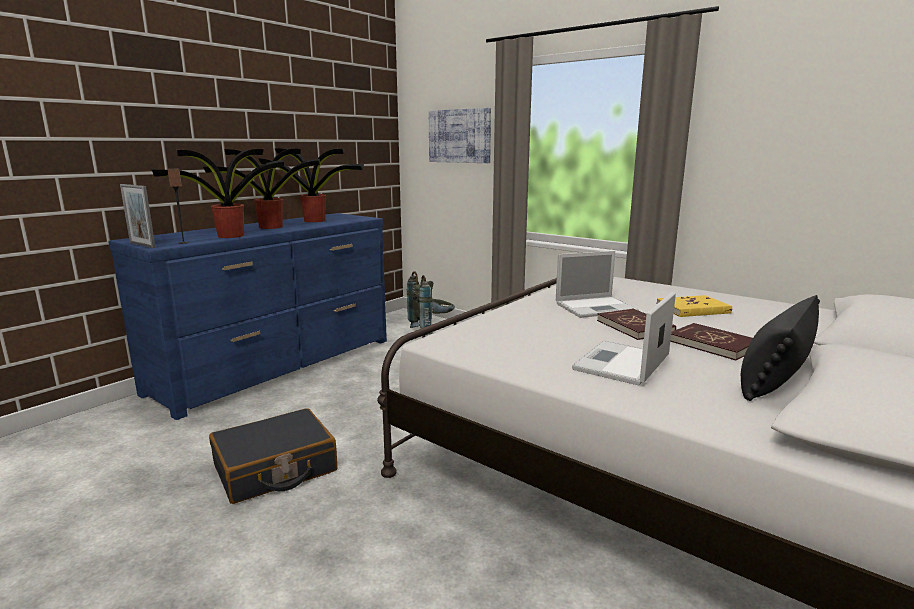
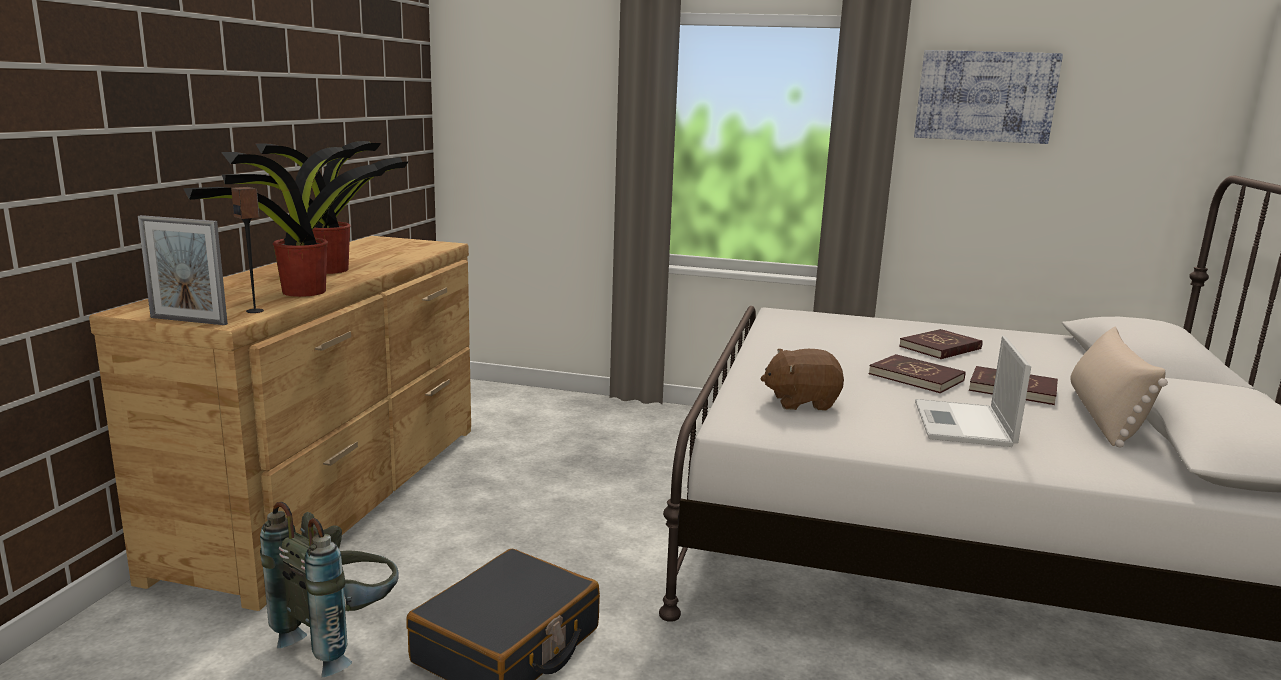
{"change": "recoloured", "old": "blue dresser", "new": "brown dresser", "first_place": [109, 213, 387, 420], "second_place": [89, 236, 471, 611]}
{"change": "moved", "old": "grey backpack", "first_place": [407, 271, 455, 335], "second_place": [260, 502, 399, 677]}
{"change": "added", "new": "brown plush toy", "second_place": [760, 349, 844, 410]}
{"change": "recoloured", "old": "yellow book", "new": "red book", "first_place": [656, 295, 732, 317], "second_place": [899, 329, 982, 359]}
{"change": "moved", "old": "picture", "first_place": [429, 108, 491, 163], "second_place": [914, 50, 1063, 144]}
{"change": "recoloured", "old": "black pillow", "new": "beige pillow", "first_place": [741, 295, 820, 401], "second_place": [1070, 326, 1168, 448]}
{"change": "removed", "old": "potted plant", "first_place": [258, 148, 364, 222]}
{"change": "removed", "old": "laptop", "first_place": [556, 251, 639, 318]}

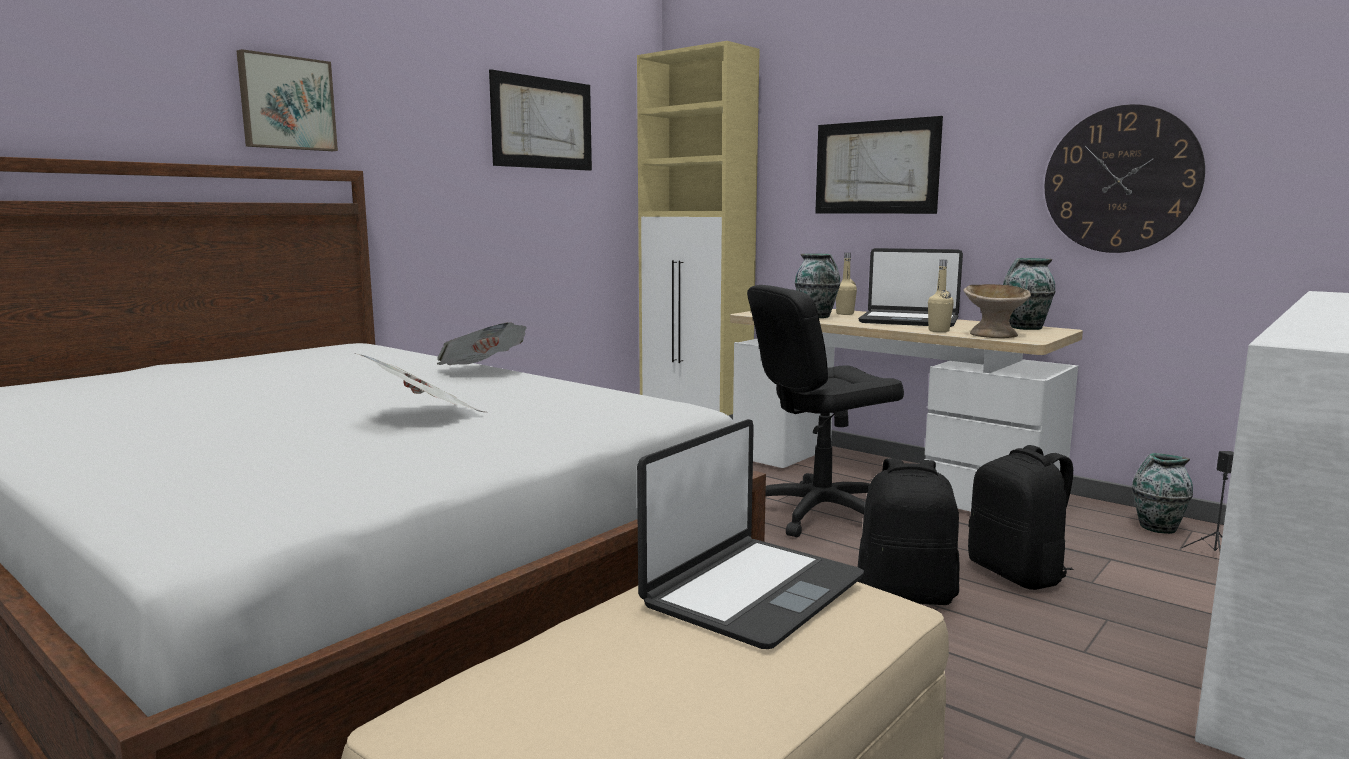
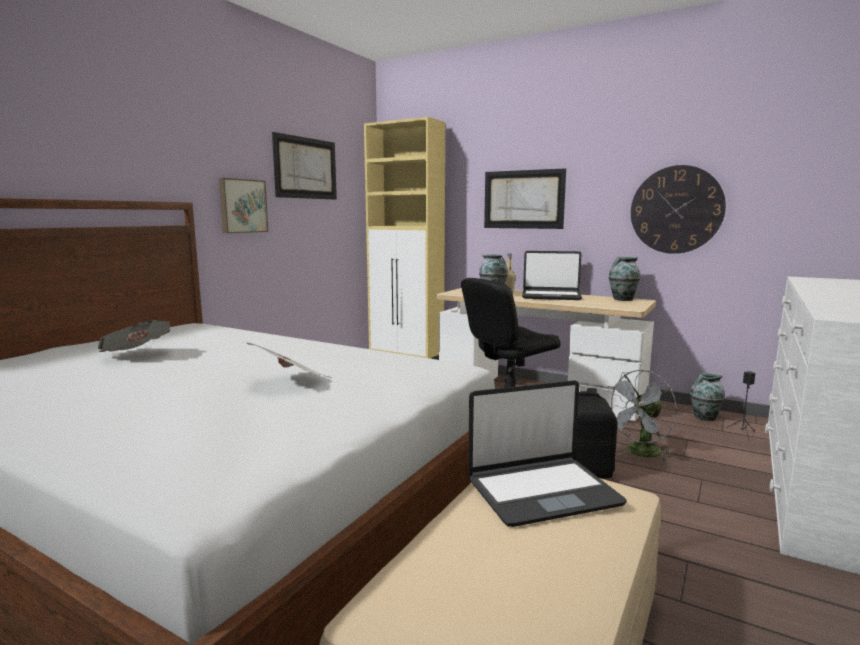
{"change": "moved", "old": "newspaper", "first_place": [437, 322, 527, 365], "second_place": [98, 320, 170, 352]}
{"change": "moved", "old": "picture", "first_place": [237, 49, 338, 151], "second_place": [219, 178, 268, 233]}
{"change": "turned", "old": "laptop", "first_place": [637, 419, 864, 649], "second_place": [468, 380, 627, 527], "degrees": 45}
{"change": "replaced", "old": "black backpack", "new": "grey fan", "first_place": [968, 445, 1073, 590], "second_place": [608, 370, 677, 462]}
{"change": "removed", "old": "beige bottle", "first_place": [928, 260, 954, 332]}
{"change": "removed", "old": "beige bowl", "first_place": [963, 284, 1031, 338]}

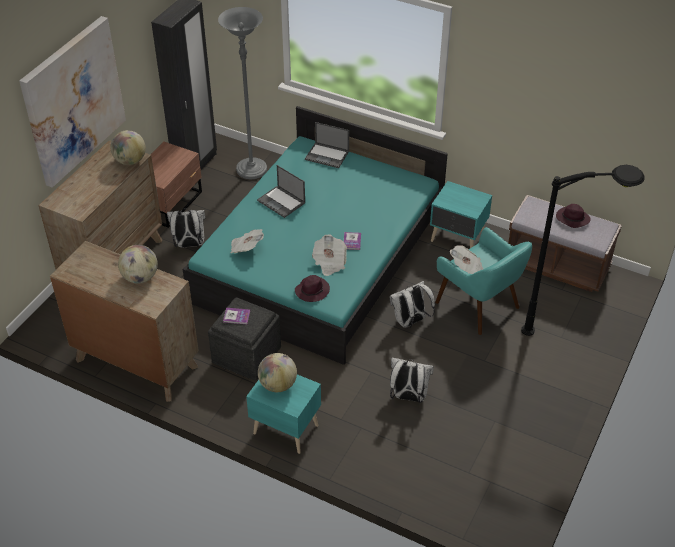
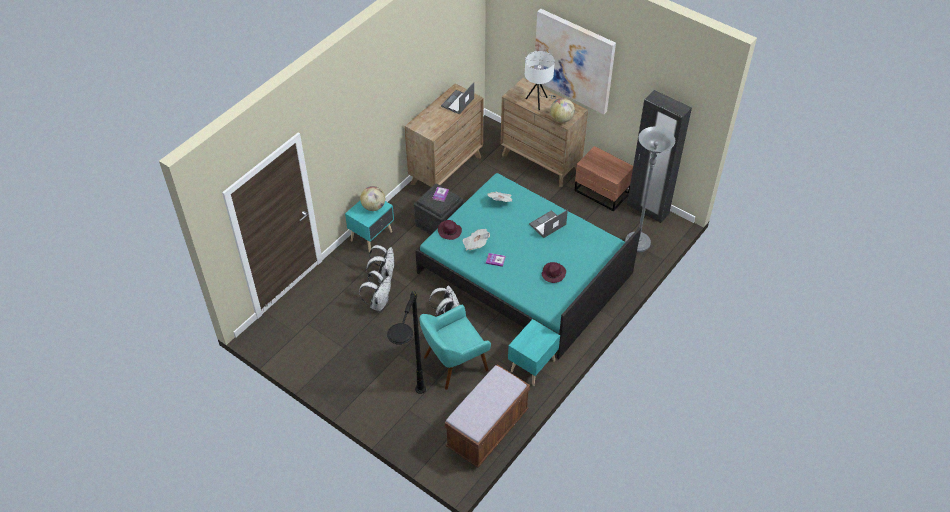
{"change": "moved", "old": "white backpack", "first_place": [167, 208, 206, 248], "second_place": [366, 245, 394, 283]}
{"change": "moved", "old": "laptop", "first_place": [305, 122, 349, 168], "second_place": [441, 83, 474, 114]}
{"change": "added", "new": "white table lamp", "second_place": [525, 51, 556, 111]}
{"change": "moved", "old": "purple hat", "first_place": [556, 204, 591, 228], "second_place": [542, 262, 566, 283]}
{"change": "removed", "old": "globe", "first_place": [118, 245, 158, 284]}
{"change": "removed", "old": "newspaper", "first_place": [450, 245, 483, 274]}

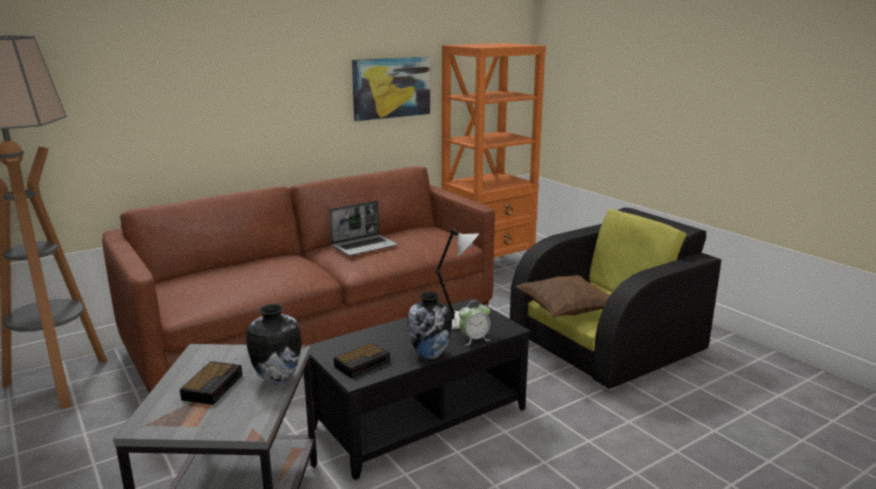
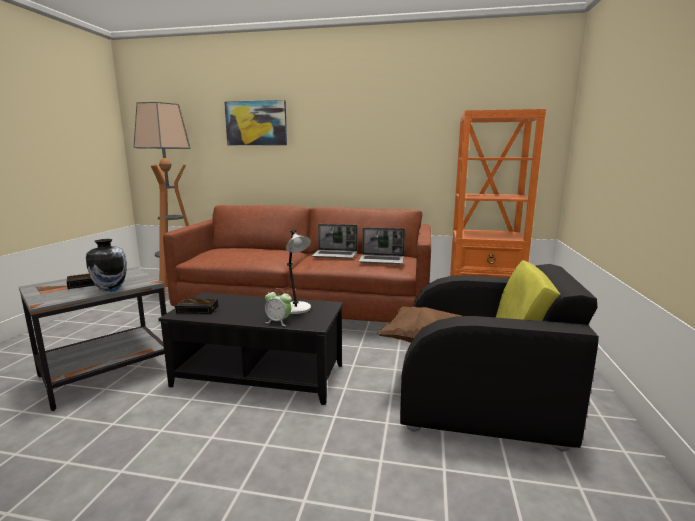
{"change": "moved", "old": "picture", "first_place": [352, 56, 430, 121], "second_place": [224, 100, 287, 145]}
{"change": "added", "new": "laptop", "second_place": [358, 227, 405, 264]}
{"change": "removed", "old": "vase", "first_place": [408, 292, 452, 359]}

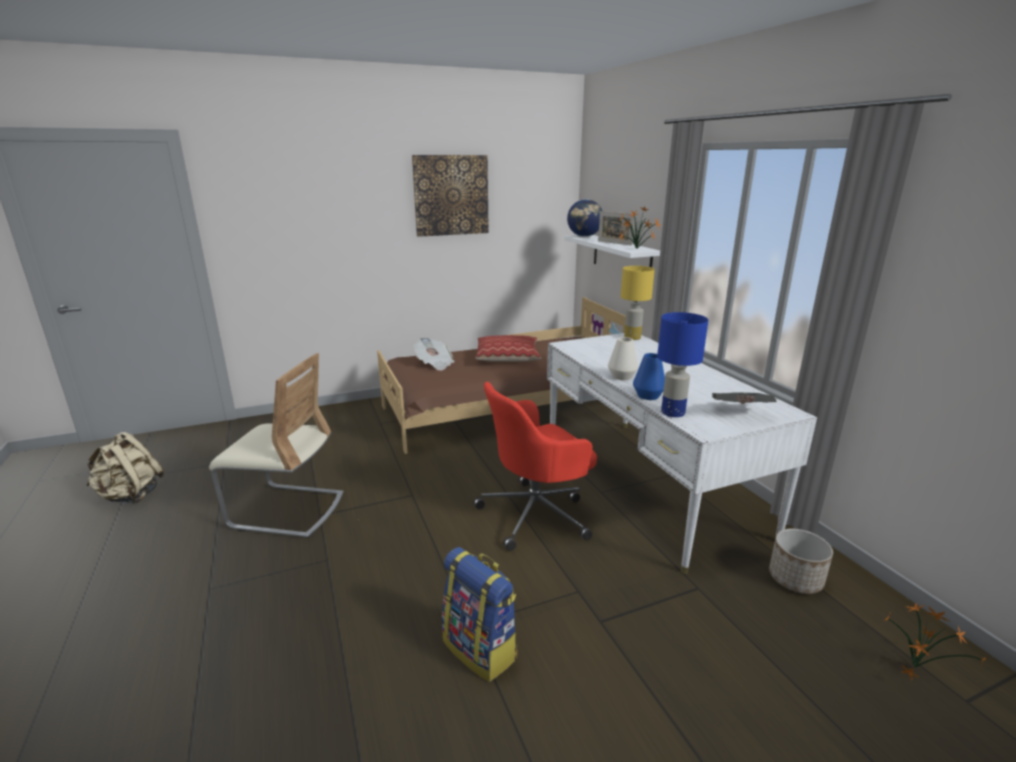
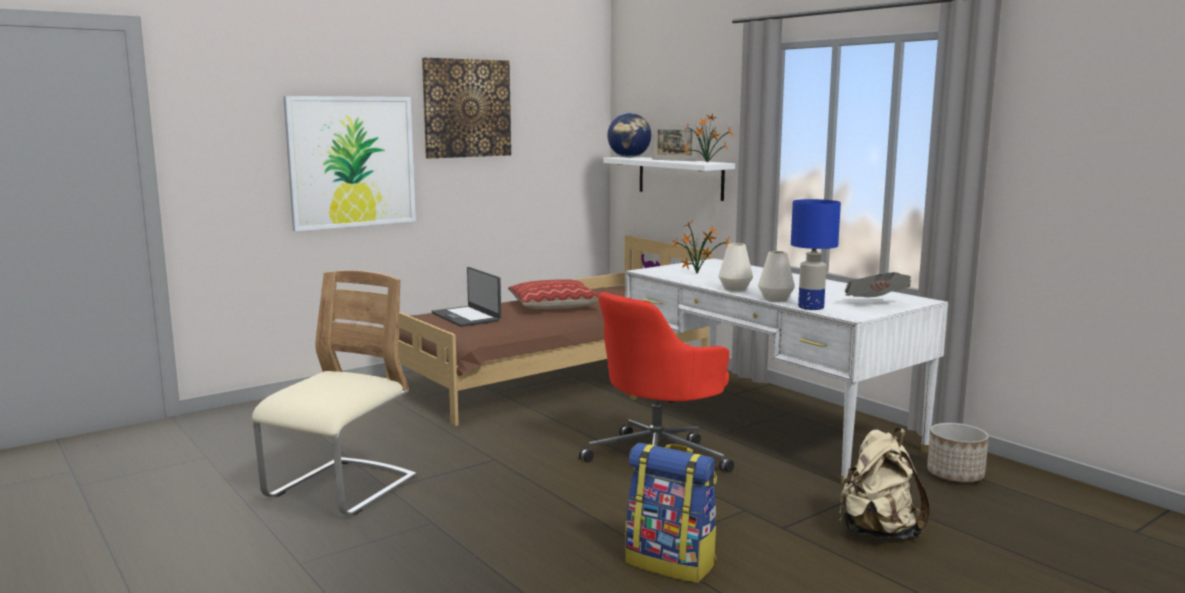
{"change": "turned", "old": "beige chair", "first_place": [209, 353, 344, 538], "second_place": [252, 270, 417, 515], "degrees": -60}
{"change": "added", "new": "picture", "second_place": [283, 96, 416, 231]}
{"change": "replaced", "old": "newspaper", "new": "laptop", "first_place": [414, 337, 455, 371], "second_place": [432, 267, 501, 327]}
{"change": "moved", "old": "potted plant", "first_place": [883, 603, 987, 680], "second_place": [673, 222, 730, 273]}
{"change": "recoloured", "old": "blue vase", "new": "white vase", "first_place": [633, 353, 665, 400], "second_place": [758, 251, 795, 302]}
{"change": "moved", "old": "beige backpack", "first_place": [86, 432, 164, 504], "second_place": [839, 428, 930, 538]}
{"change": "removed", "old": "yellow table lamp", "first_place": [621, 266, 655, 340]}

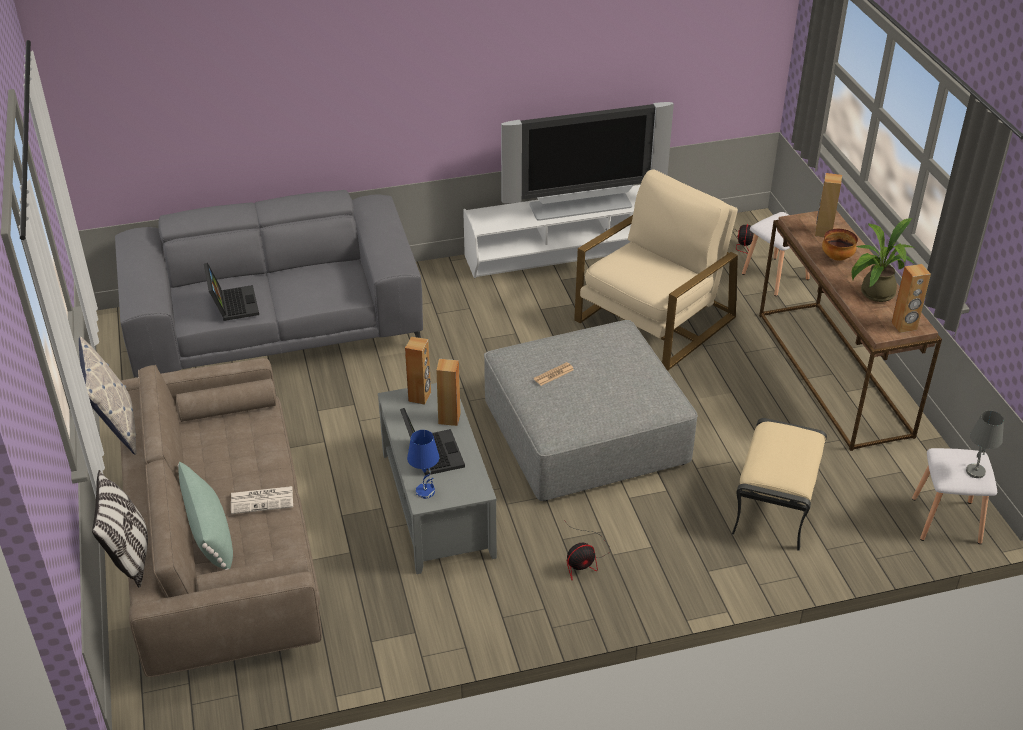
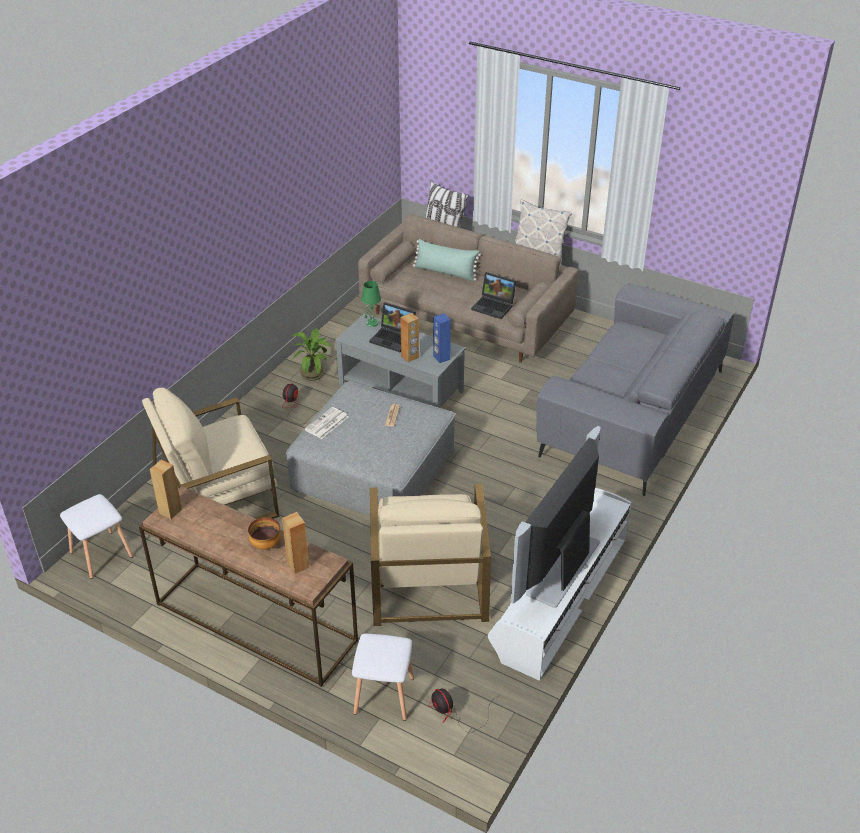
{"change": "replaced", "old": "beige ottoman", "new": "beige armchair", "first_place": [732, 418, 827, 551], "second_place": [142, 388, 279, 519]}
{"change": "moved", "old": "potted plant", "first_place": [852, 218, 915, 302], "second_place": [292, 328, 331, 381]}
{"change": "moved", "old": "newspaper", "first_place": [231, 486, 293, 514], "second_place": [304, 407, 349, 439]}
{"change": "recoloured", "old": "blue table lamp", "new": "green table lamp", "first_place": [407, 430, 439, 499], "second_place": [361, 281, 381, 327]}
{"change": "recoloured", "old": "brown speaker", "new": "blue speaker", "first_place": [405, 337, 431, 405], "second_place": [433, 313, 451, 363]}
{"change": "moved", "old": "laptop", "first_place": [204, 263, 259, 321], "second_place": [471, 272, 516, 319]}
{"change": "removed", "old": "grey table lamp", "first_place": [966, 411, 1004, 478]}

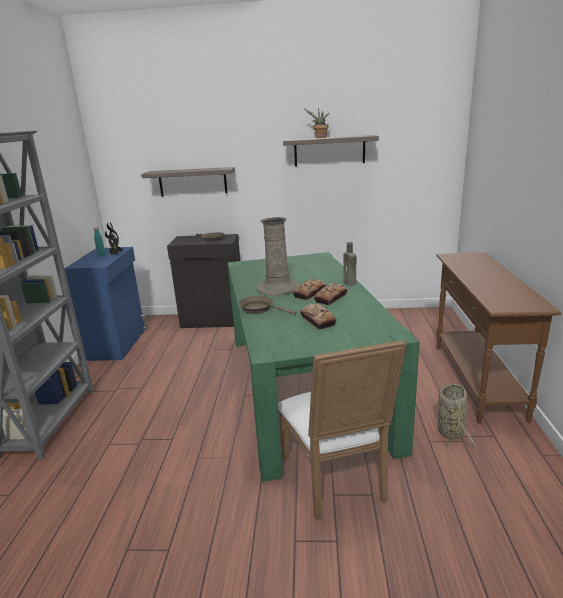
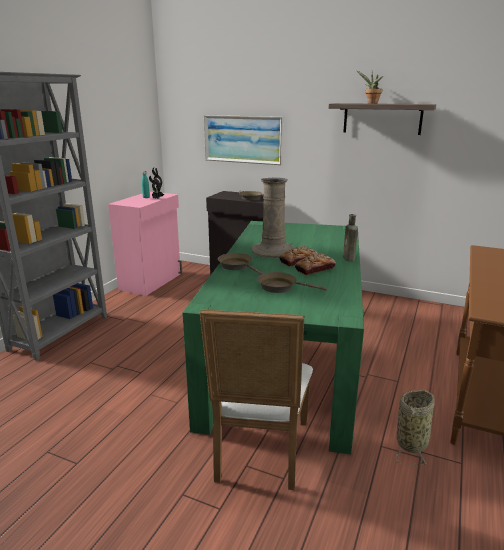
{"change": "recoloured", "old": "blue cabinet", "new": "pink cabinet", "first_place": [65, 247, 148, 361], "second_place": [108, 192, 182, 296]}
{"change": "replaced", "old": "shelf", "new": "picture", "first_place": [141, 167, 235, 197], "second_place": [204, 115, 283, 165]}
{"change": "replaced", "old": "bread", "new": "brown frying pan", "first_place": [300, 304, 337, 329], "second_place": [257, 272, 327, 293]}

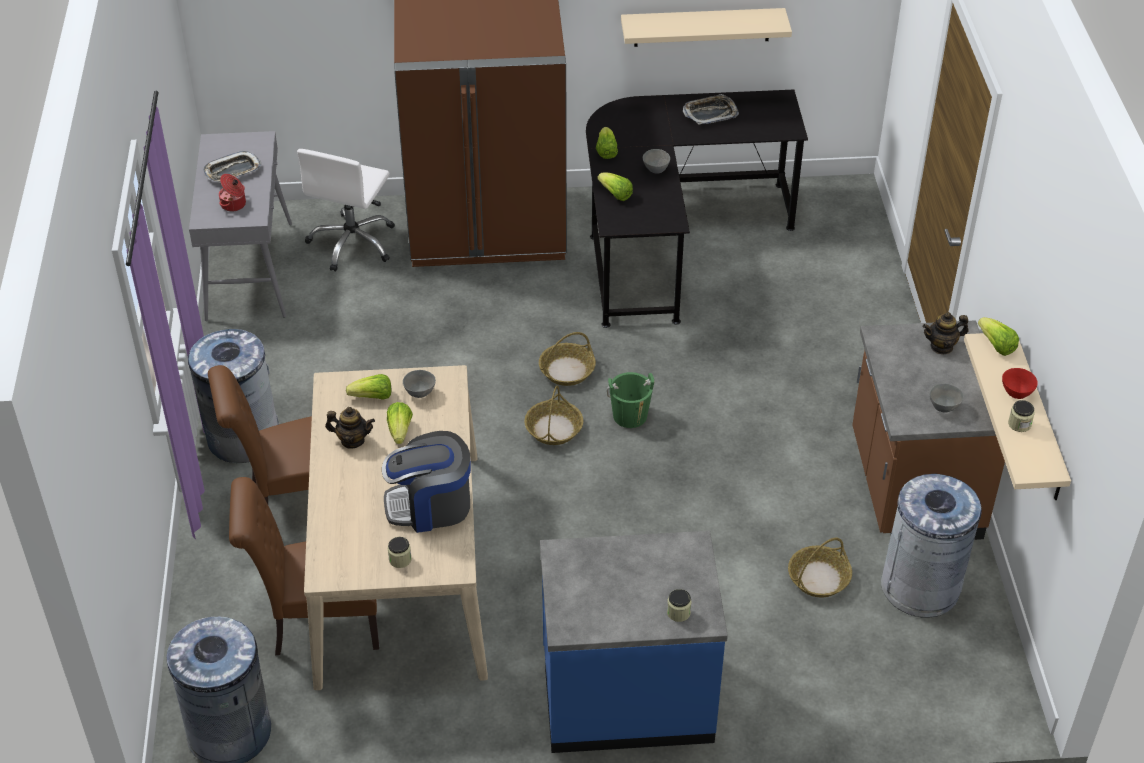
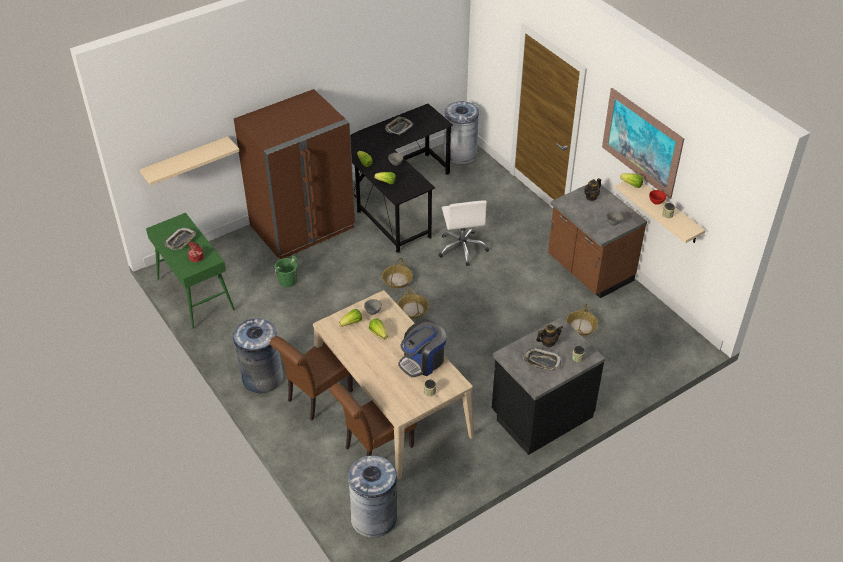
{"change": "moved", "old": "beige shelf", "first_place": [621, 8, 792, 47], "second_place": [140, 136, 239, 186]}
{"change": "recoloured", "old": "grey console table", "new": "green console table", "first_place": [189, 131, 292, 321], "second_place": [146, 213, 235, 329]}
{"change": "moved", "old": "green bucket", "first_place": [607, 372, 655, 428], "second_place": [274, 255, 298, 287]}
{"change": "moved", "old": "white office chair", "first_place": [297, 149, 395, 272], "second_place": [438, 200, 489, 266]}
{"change": "moved", "old": "grey trash can", "first_place": [881, 474, 982, 617], "second_place": [444, 102, 479, 165]}
{"change": "recoloured", "old": "blue counter", "new": "black counter", "first_place": [540, 531, 728, 753], "second_place": [492, 317, 605, 455]}
{"change": "added", "new": "tray", "second_place": [523, 348, 561, 371]}
{"change": "moved", "old": "teapot", "first_place": [325, 407, 375, 449], "second_place": [536, 324, 563, 347]}
{"change": "added", "new": "picture", "second_place": [602, 88, 684, 199]}

